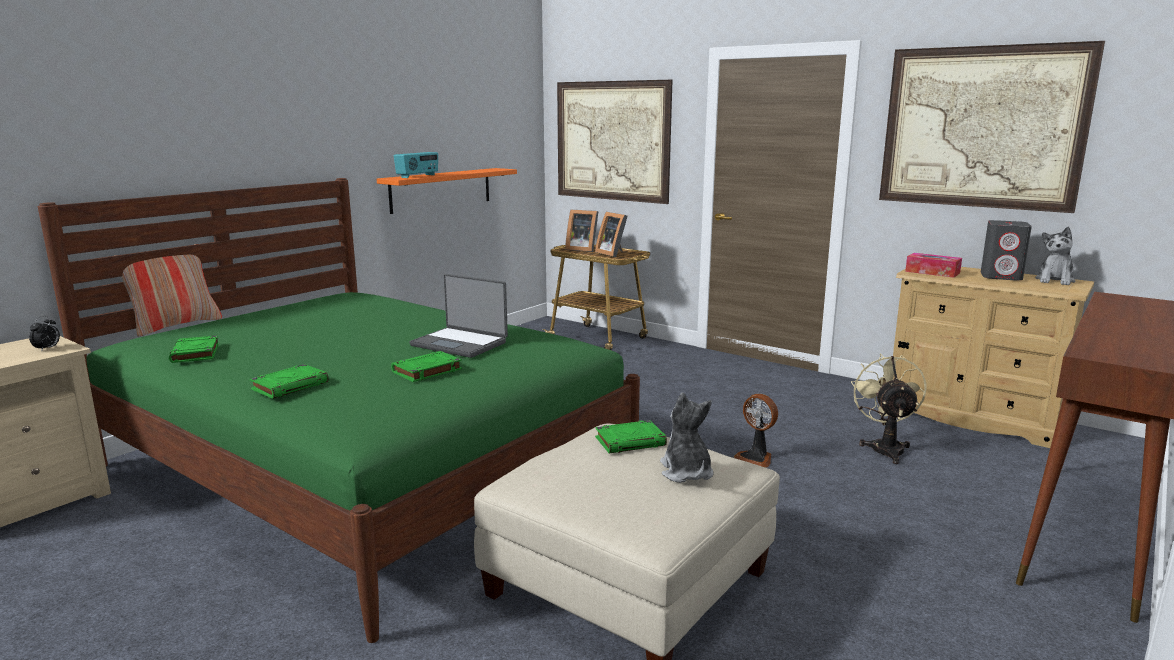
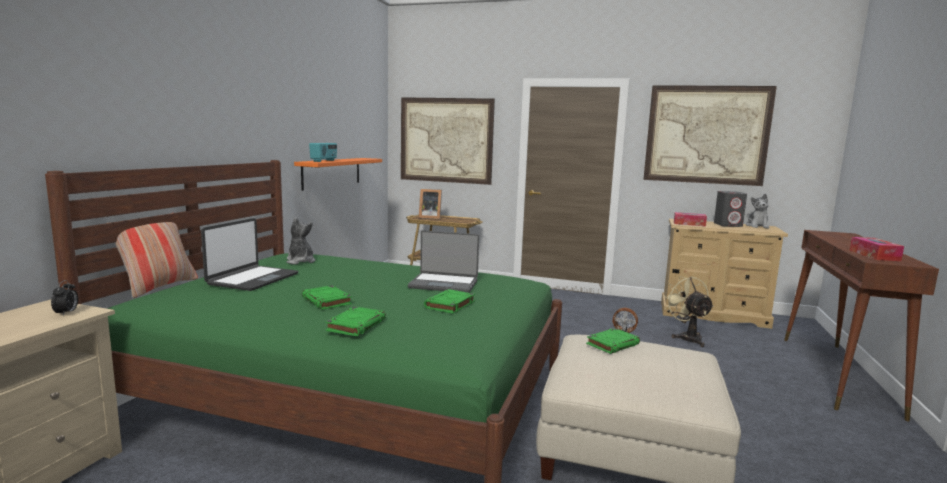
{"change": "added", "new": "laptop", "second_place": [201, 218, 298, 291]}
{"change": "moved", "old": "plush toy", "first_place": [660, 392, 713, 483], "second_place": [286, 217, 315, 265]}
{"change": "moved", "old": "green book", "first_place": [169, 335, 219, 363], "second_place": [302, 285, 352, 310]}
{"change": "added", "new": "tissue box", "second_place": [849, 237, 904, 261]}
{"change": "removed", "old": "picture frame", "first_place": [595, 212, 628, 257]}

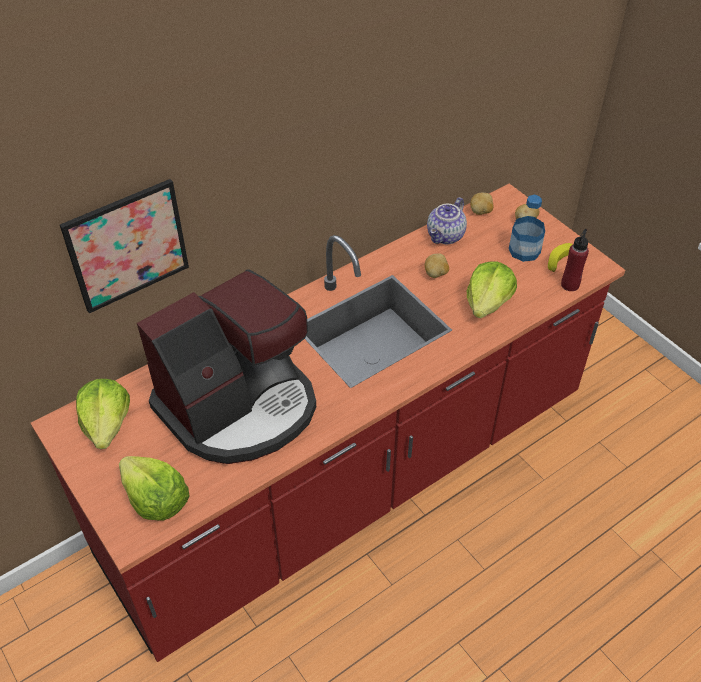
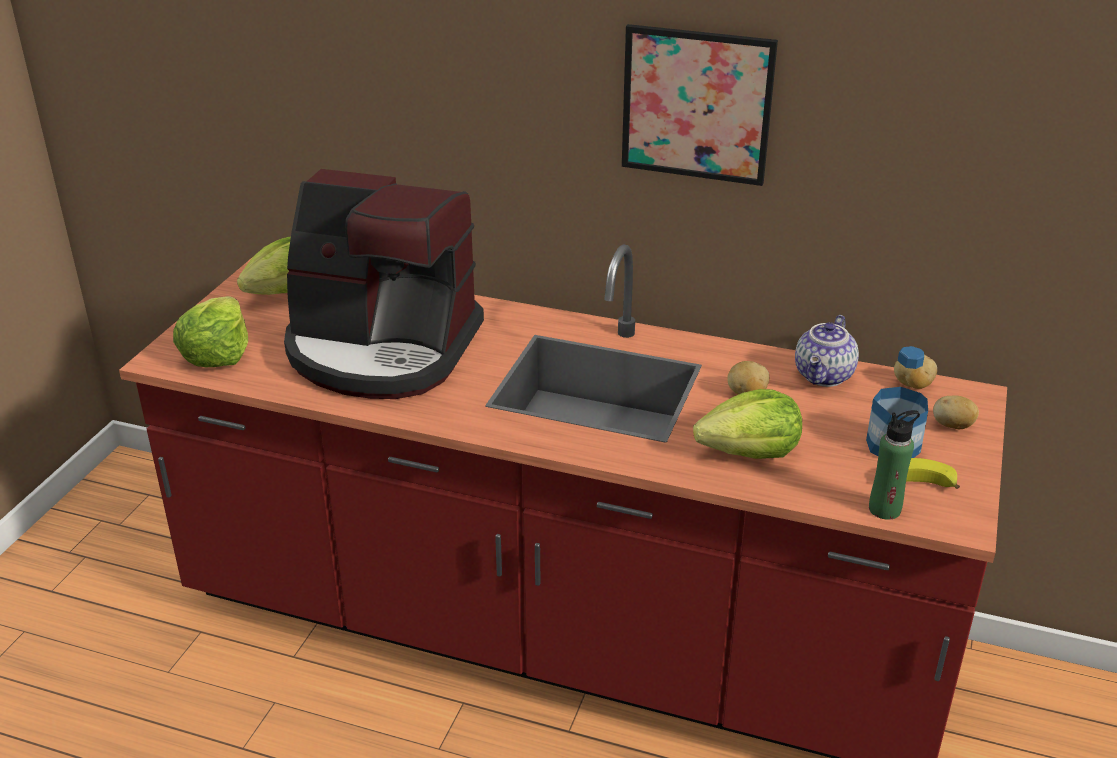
{"change": "moved", "old": "picture", "first_place": [60, 179, 189, 313], "second_place": [622, 24, 778, 186]}
{"change": "turned", "old": "teapot", "first_place": [427, 197, 467, 244], "second_place": [795, 315, 859, 387], "degrees": -60}
{"change": "recoloured", "old": "red bottle", "new": "green bottle", "first_place": [561, 229, 589, 291], "second_place": [869, 410, 920, 520]}

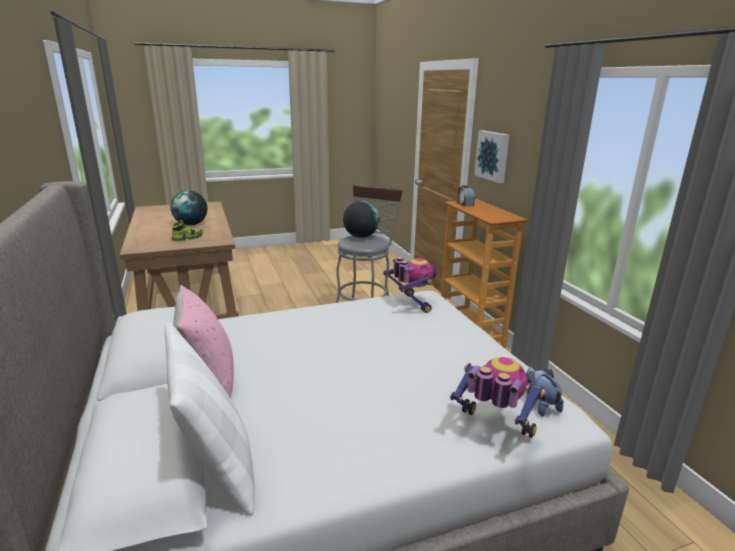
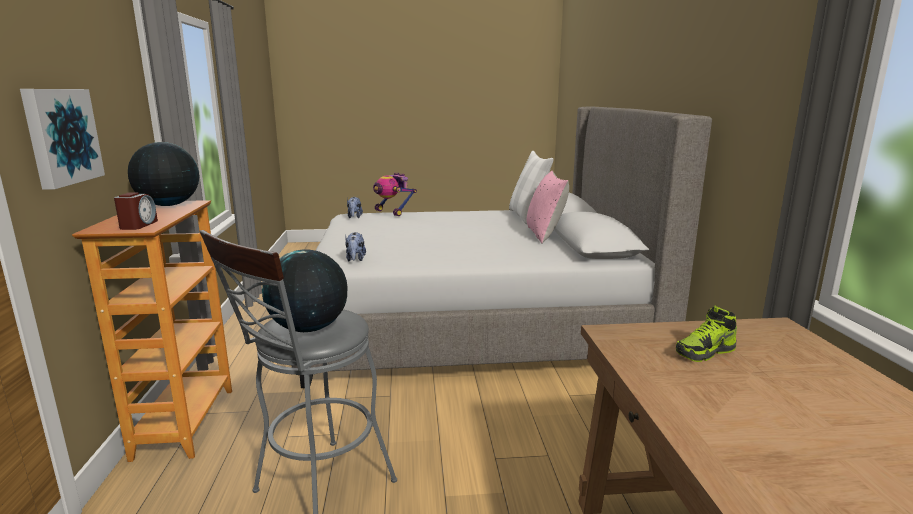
{"change": "moved", "old": "globe", "first_place": [171, 190, 208, 226], "second_place": [128, 142, 199, 206]}
{"change": "replaced", "old": "toy robot", "new": "plush toy", "first_place": [383, 257, 437, 313], "second_place": [345, 232, 366, 261]}

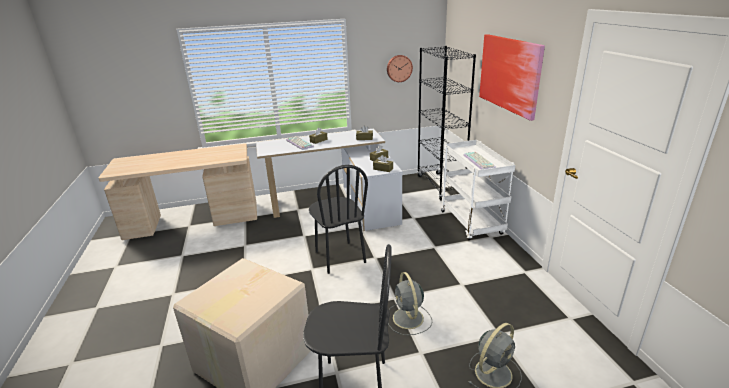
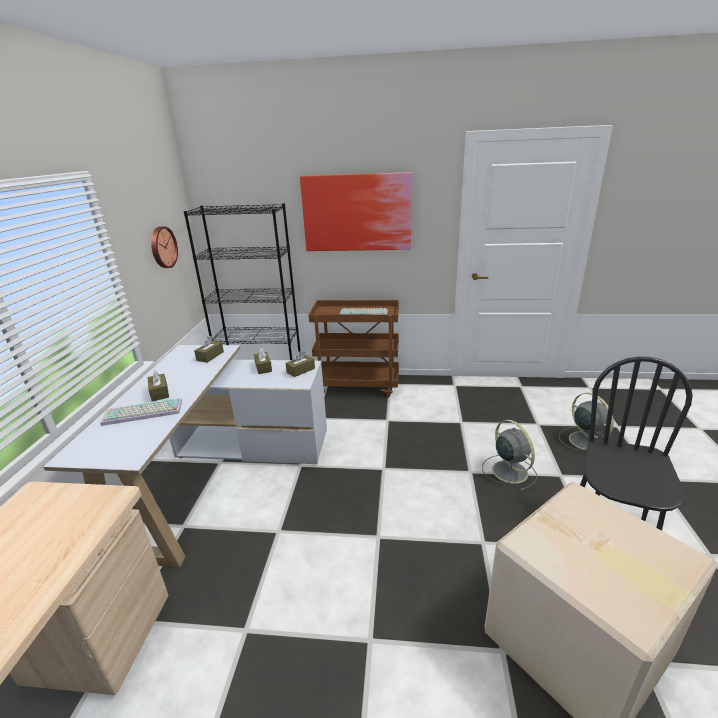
{"change": "recoloured", "old": "white cart", "new": "brown cart", "first_place": [441, 140, 515, 241], "second_place": [309, 300, 399, 398]}
{"change": "turned", "old": "grey fan", "first_place": [388, 272, 432, 335], "second_place": [482, 420, 537, 491], "degrees": -120}
{"change": "removed", "old": "black chair", "first_place": [309, 165, 368, 274]}

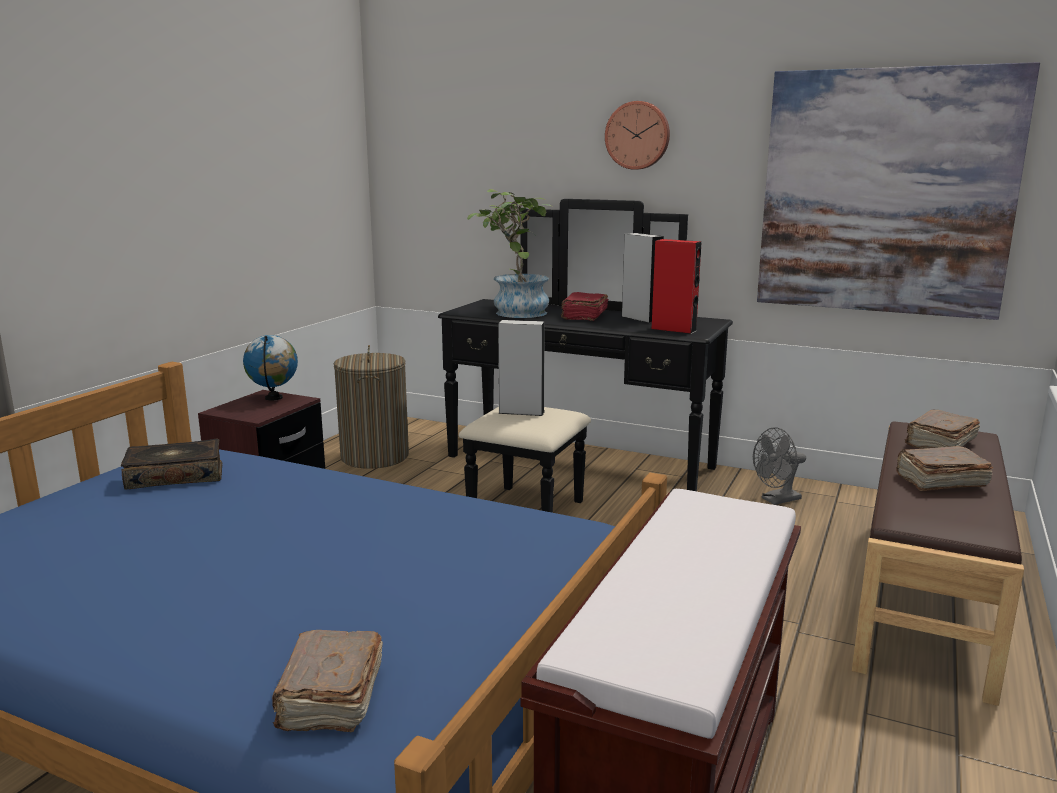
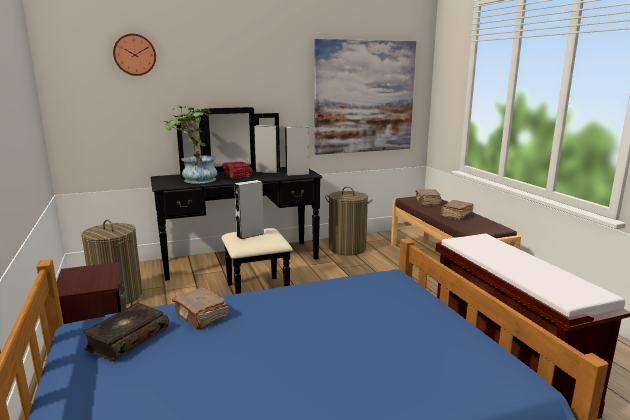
{"change": "moved", "old": "wall clock", "first_place": [605, 101, 670, 170], "second_place": [113, 34, 156, 76]}
{"change": "moved", "old": "brown book", "first_place": [272, 630, 383, 732], "second_place": [172, 287, 229, 329]}
{"change": "recoloured", "old": "red speaker", "new": "grey speaker", "first_place": [651, 239, 701, 334], "second_place": [285, 126, 309, 176]}
{"change": "replaced", "old": "grey fan", "new": "laundry basket", "first_place": [753, 427, 806, 505], "second_place": [325, 187, 372, 255]}
{"change": "removed", "old": "globe", "first_place": [243, 335, 298, 400]}

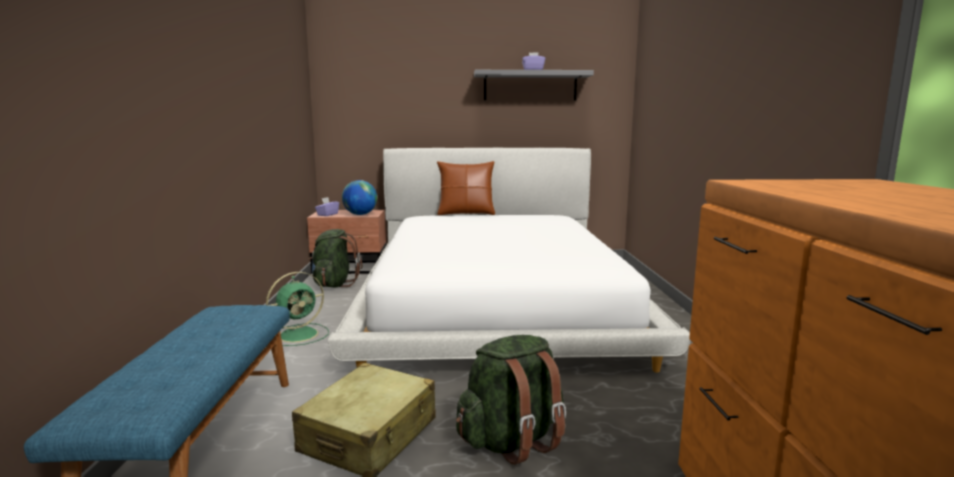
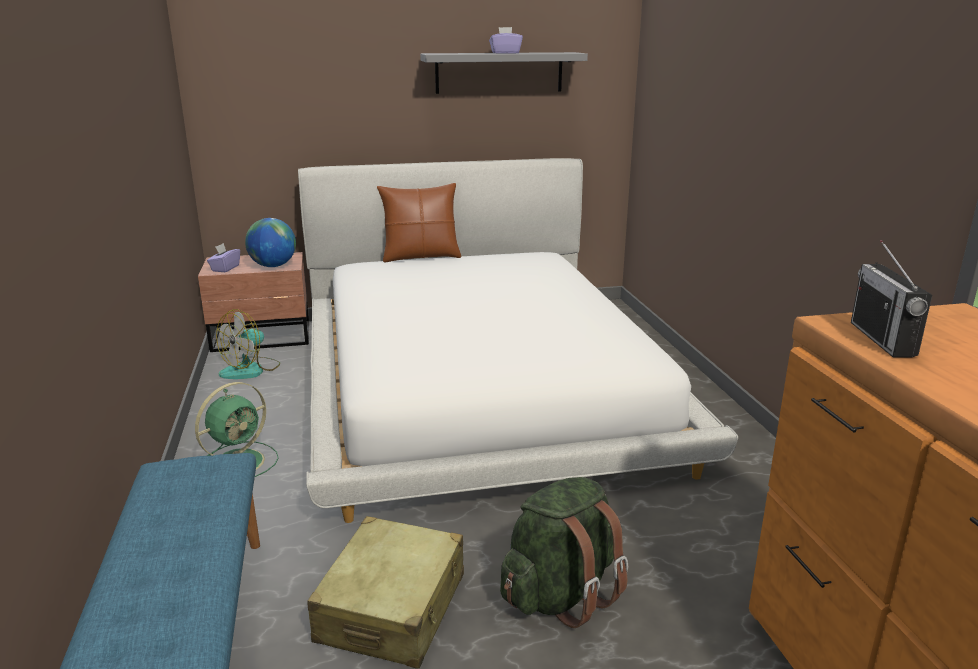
{"change": "replaced", "old": "green backpack", "new": "fan", "first_place": [308, 229, 362, 287], "second_place": [216, 309, 280, 379]}
{"change": "added", "new": "radio", "second_place": [851, 240, 932, 357]}

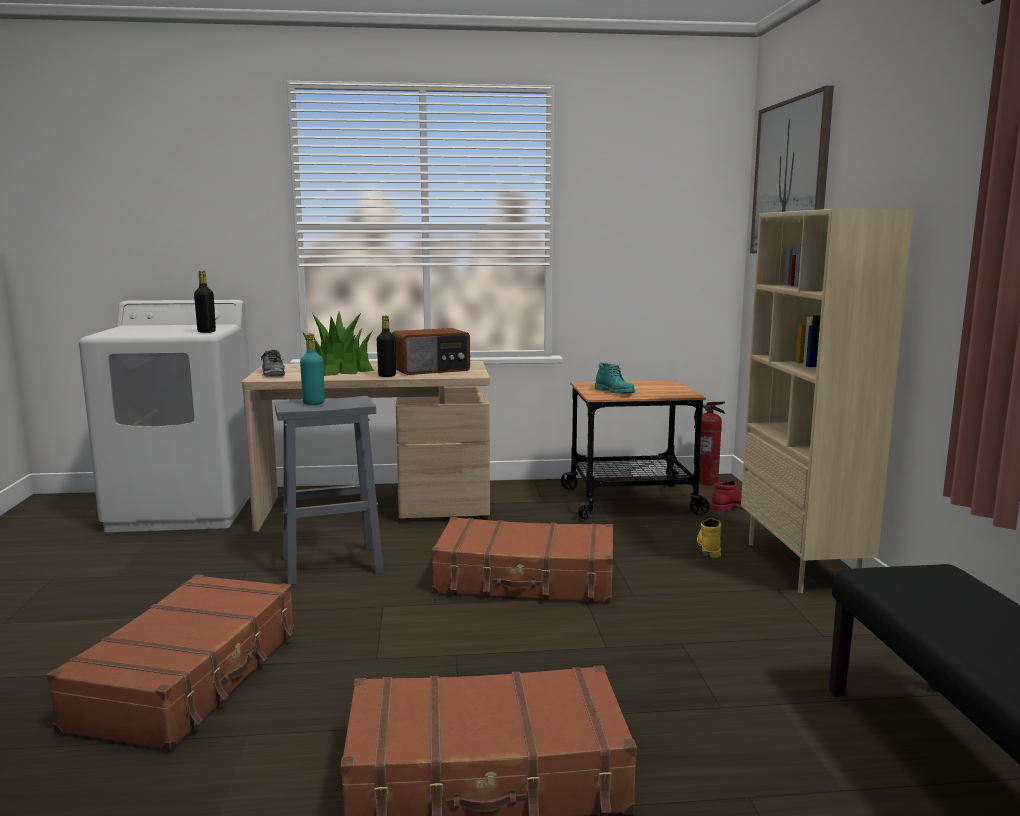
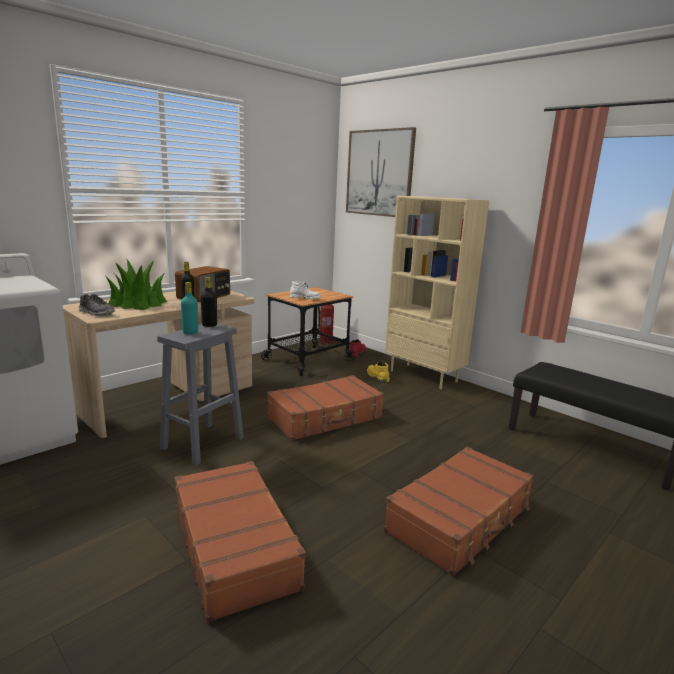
{"change": "moved", "old": "black bottle", "first_place": [194, 271, 216, 333], "second_place": [200, 277, 217, 327]}
{"change": "recoloured", "old": "turquoise boot", "new": "white boot", "first_place": [595, 363, 635, 394], "second_place": [290, 281, 321, 299]}

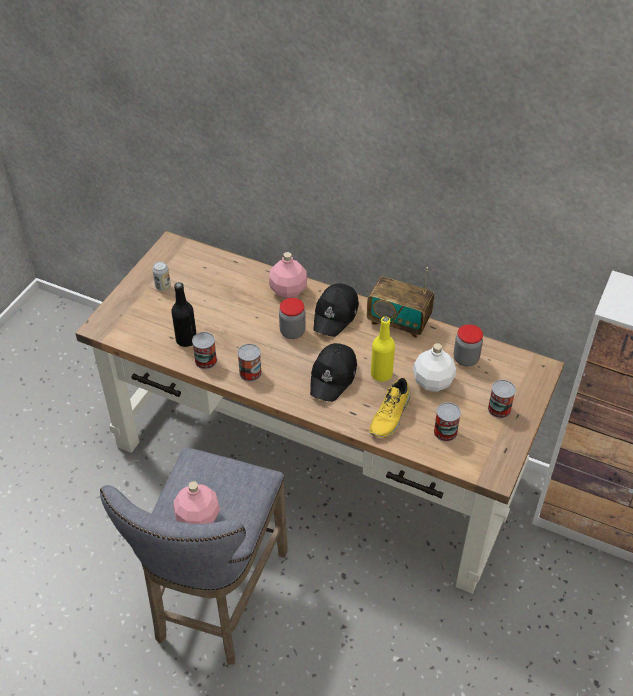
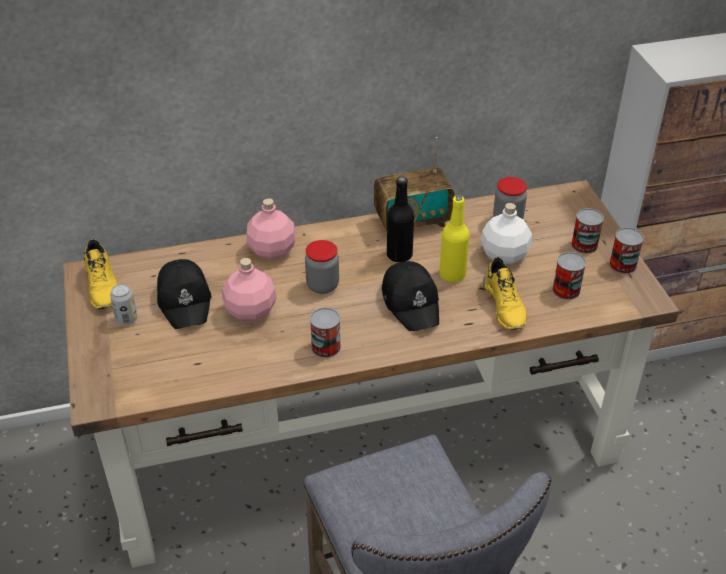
{"change": "added", "new": "yellow shoe", "second_place": [84, 239, 118, 309]}
{"change": "moved", "old": "black cap", "first_place": [313, 283, 359, 337], "second_place": [157, 259, 211, 329]}
{"change": "moved", "old": "pink bottle", "first_place": [173, 481, 220, 524], "second_place": [222, 258, 277, 322]}
{"change": "moved", "old": "black bottle", "first_place": [171, 282, 197, 347], "second_place": [387, 177, 414, 263]}
{"change": "moved", "old": "can", "first_place": [192, 332, 217, 369], "second_place": [609, 227, 644, 274]}

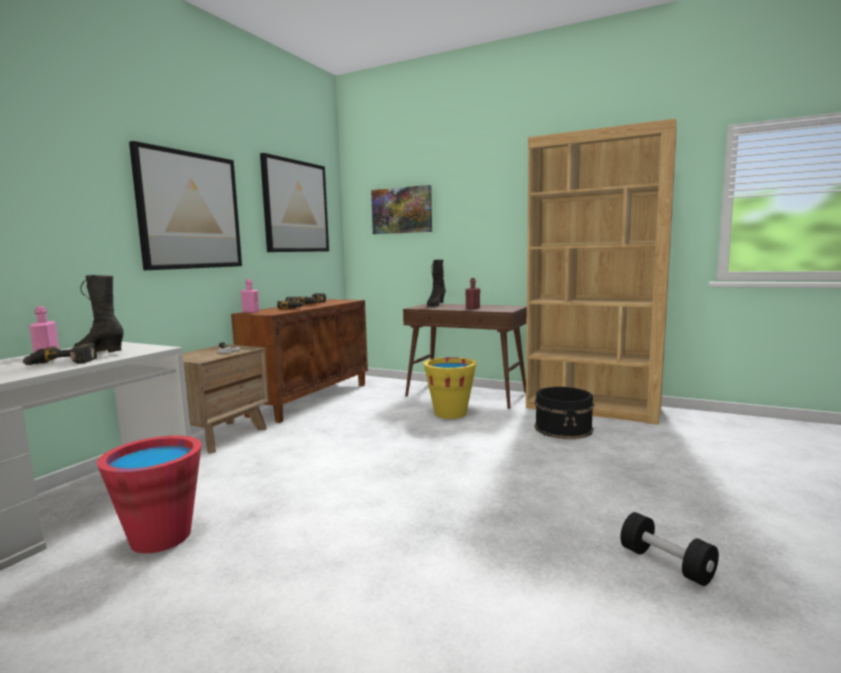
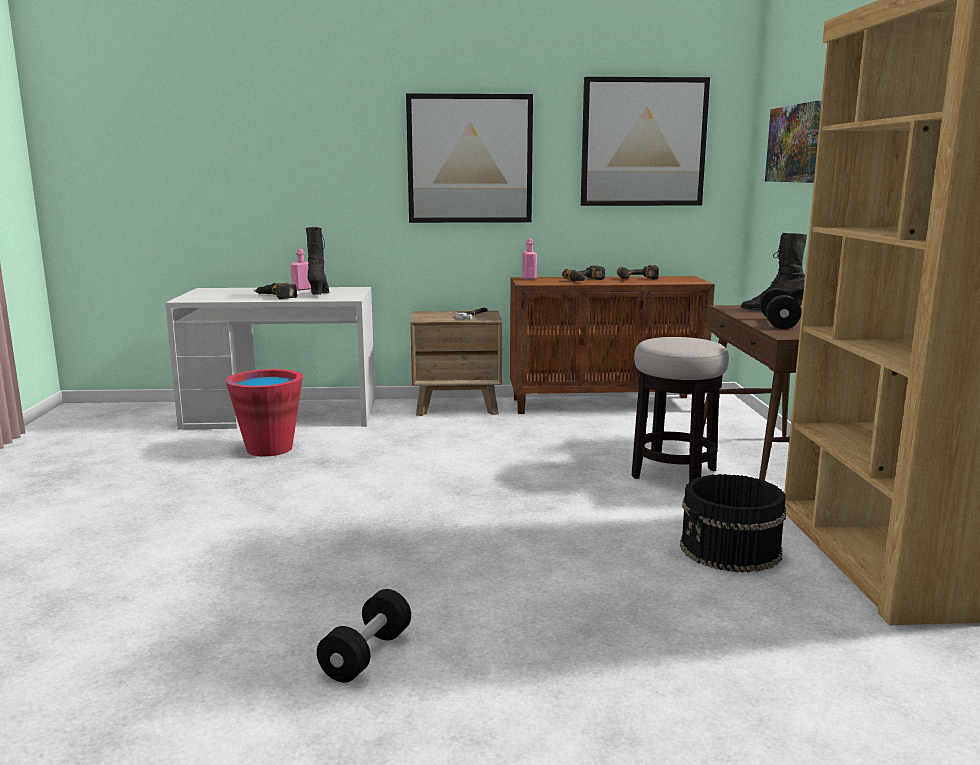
{"change": "replaced", "old": "yellow bucket", "new": "stool", "first_place": [424, 357, 477, 419], "second_place": [631, 337, 729, 481]}
{"change": "replaced", "old": "red bottle", "new": "black dumbbell", "first_place": [466, 278, 480, 309], "second_place": [759, 288, 801, 329]}

